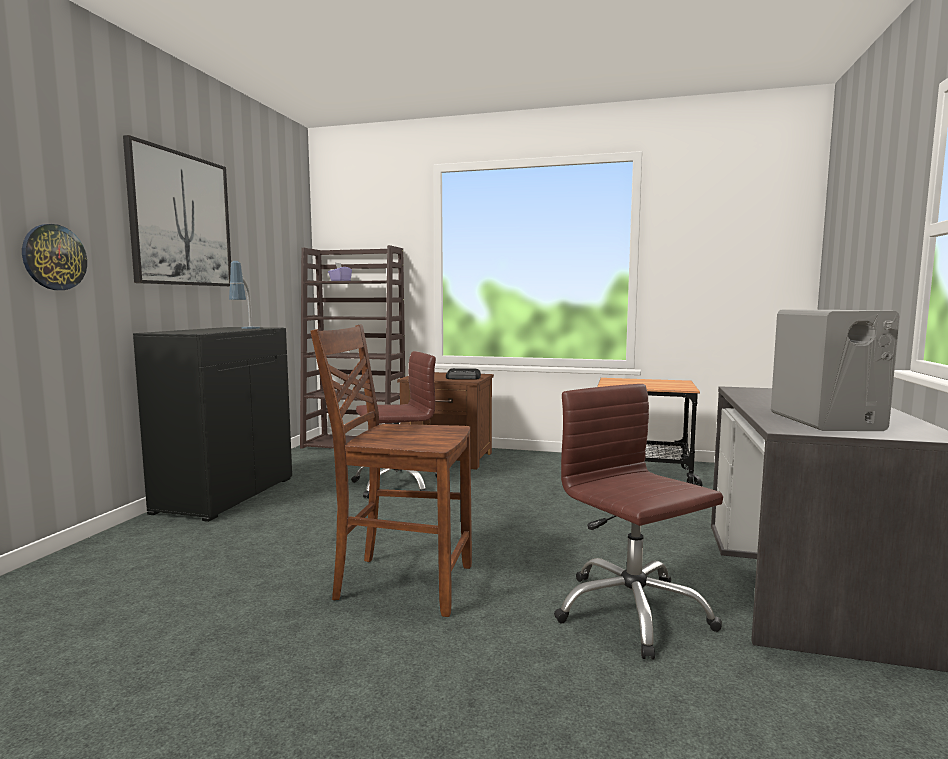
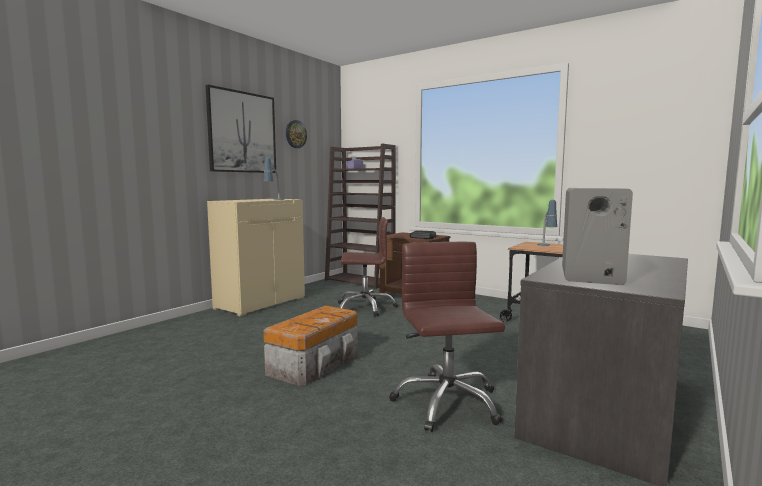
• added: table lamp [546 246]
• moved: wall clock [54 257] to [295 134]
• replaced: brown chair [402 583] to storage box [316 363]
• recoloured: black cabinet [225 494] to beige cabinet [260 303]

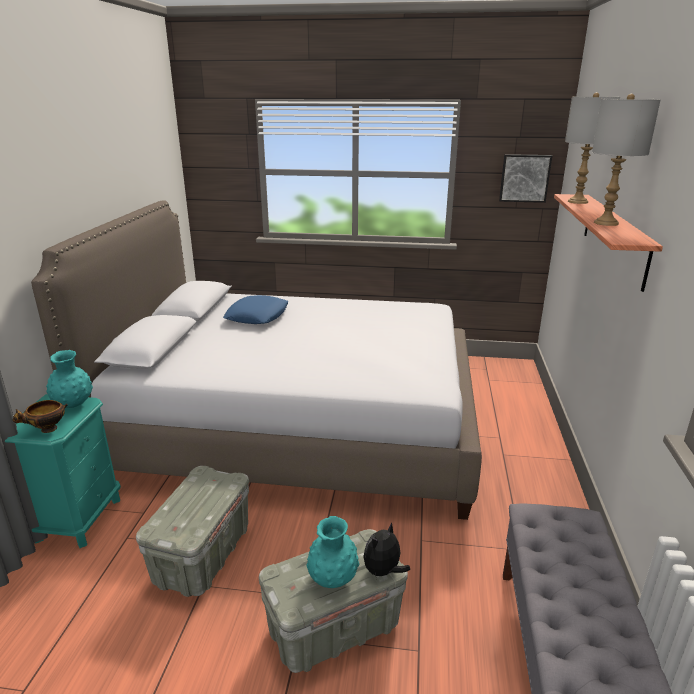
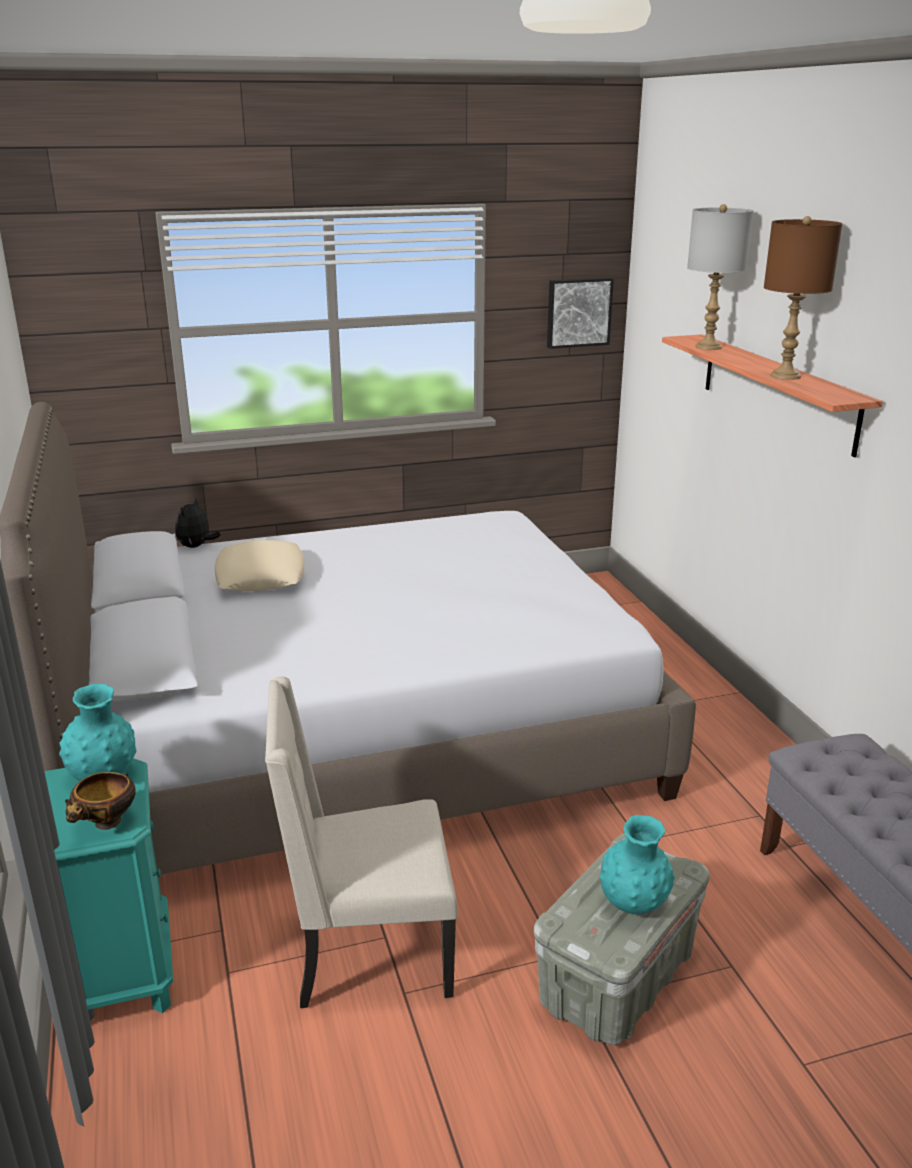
• moved: plush toy [383 571] to [196 546]
• replaced: grey storage box [203 554] to beige chair [367 954]
• recoloured: blue pillow [257 316] to beige pillow [260 576]
• recoloured: grey table lamp [606 223] to brown table lamp [785 376]

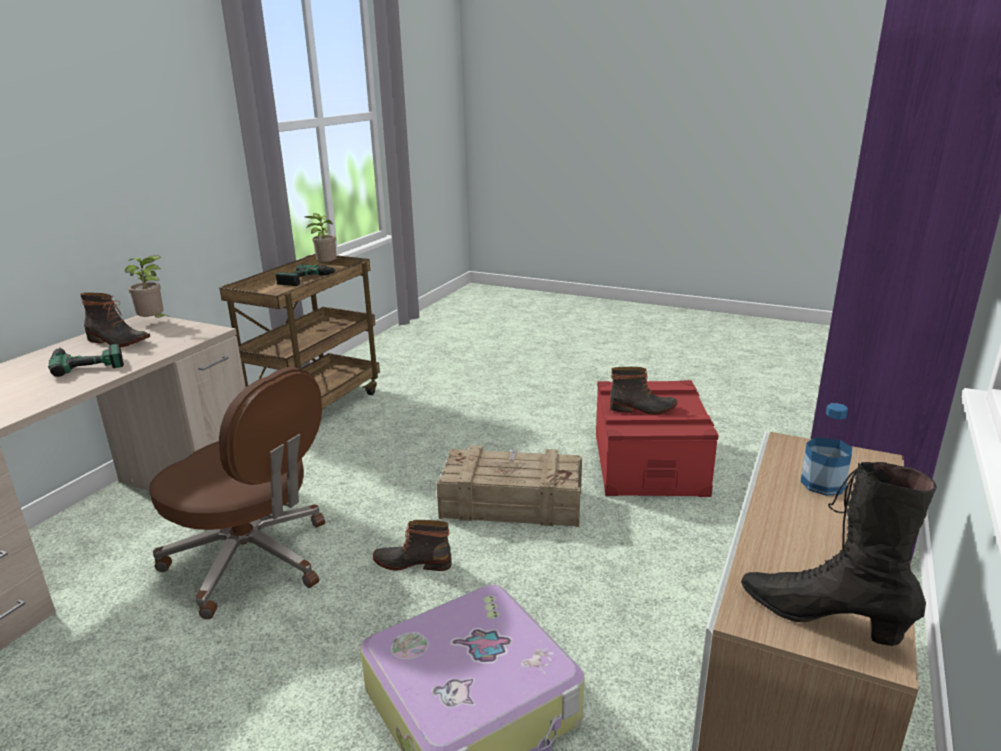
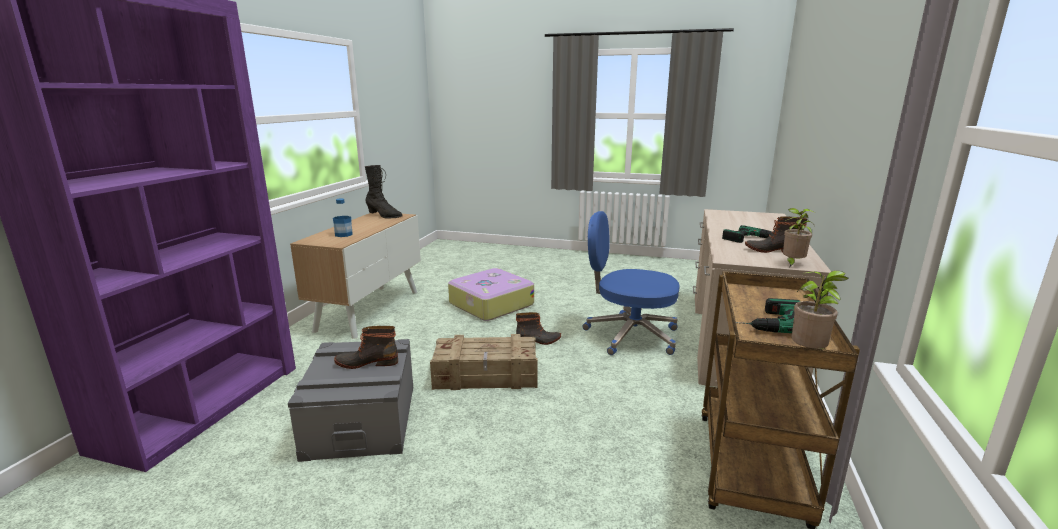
• recoloured: brown office chair [252 561] to blue office chair [629 335]
• recoloured: red storage box [648 463] to grey storage box [362 420]

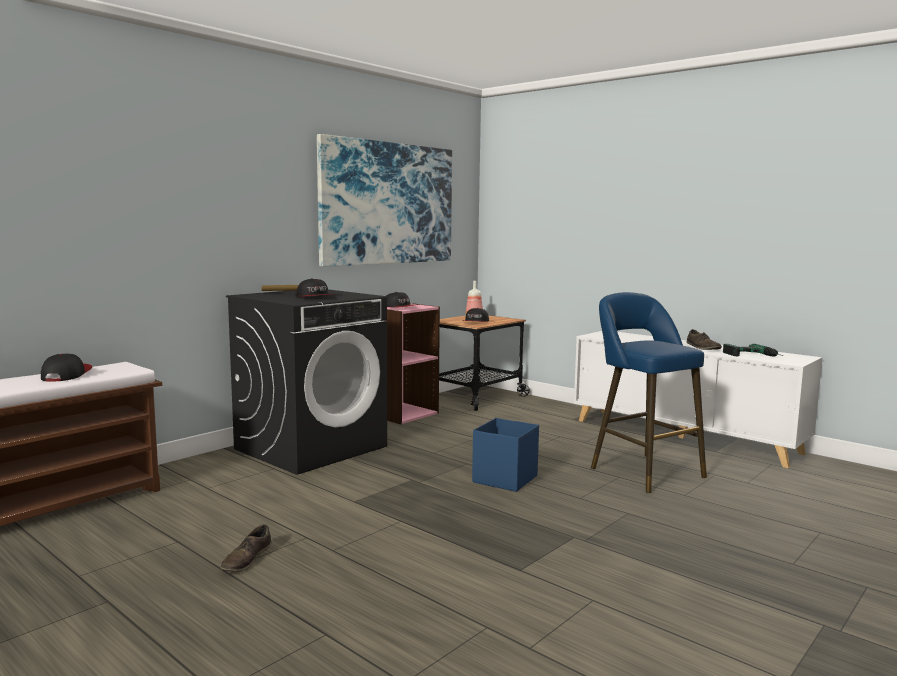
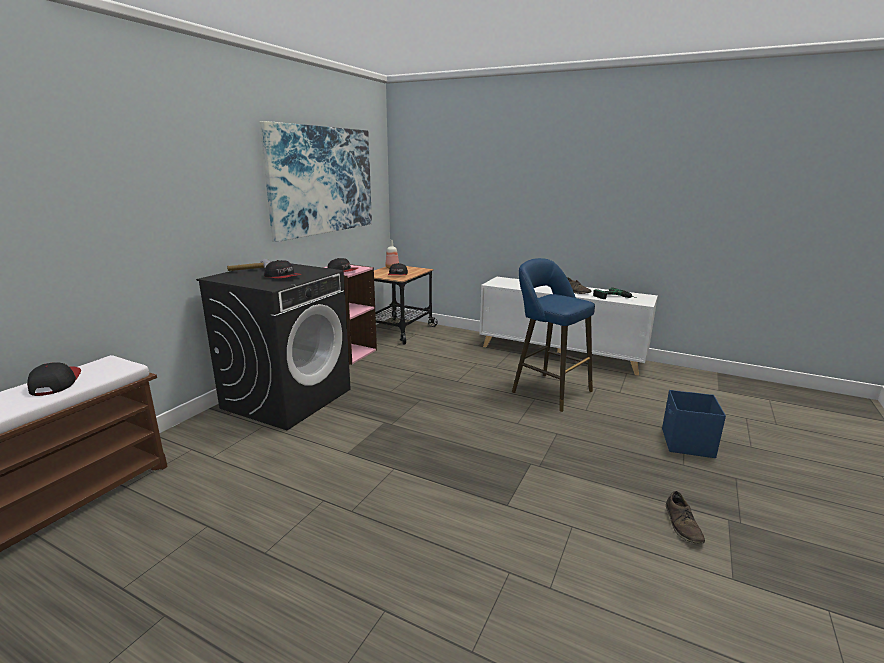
• moved: brown shoe [246 559] to [683 525]
• moved: blue storage box [504 479] to [687 443]

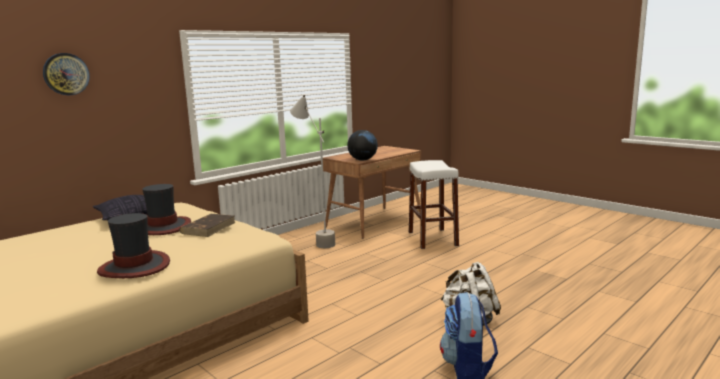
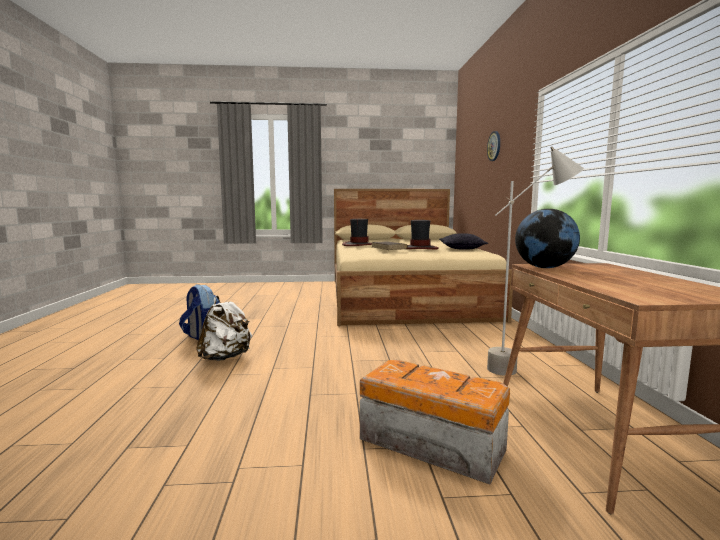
• replaced: white stool [432 239] to storage box [430 442]

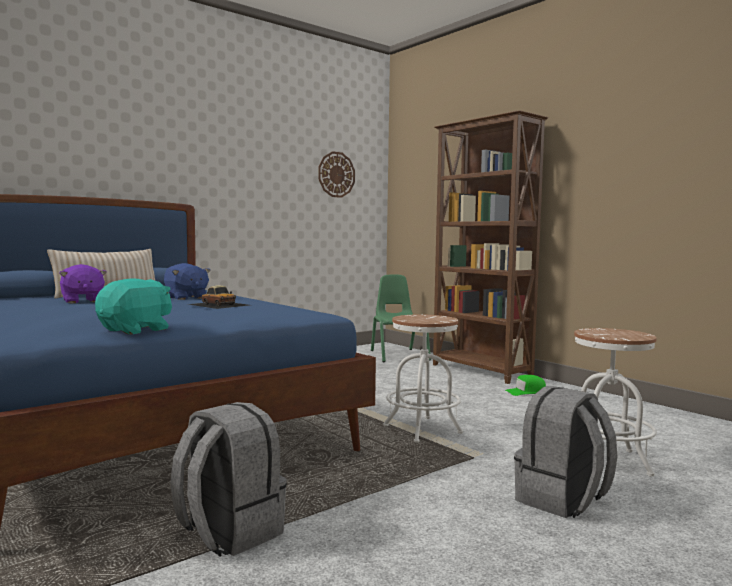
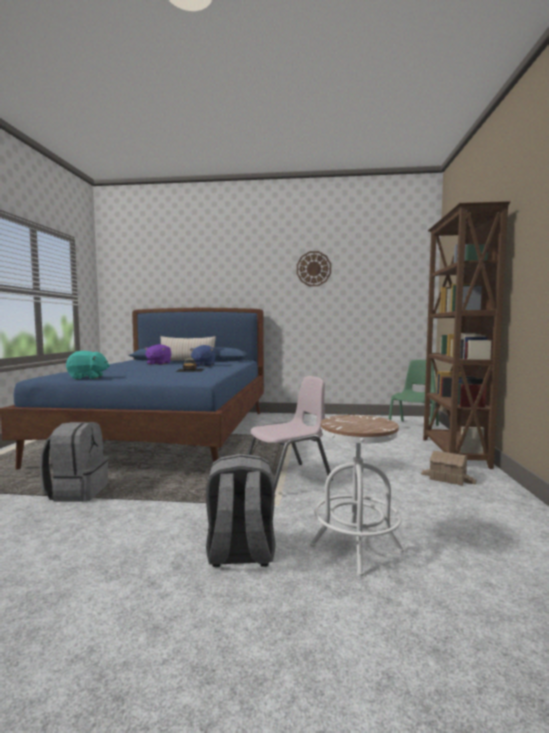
• moved: wall clock [336 174] to [313 269]
• replaced: white stool [422 429] to pink chair [287 478]
• replaced: green cap [526 392] to toy house [447 478]

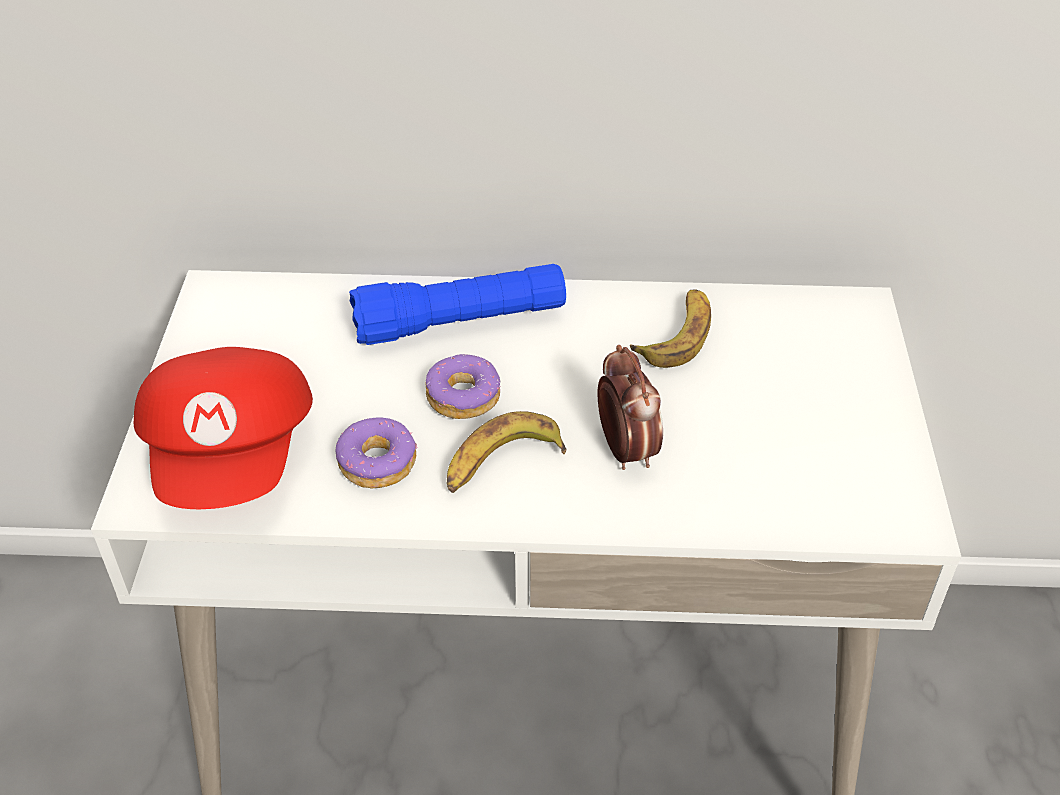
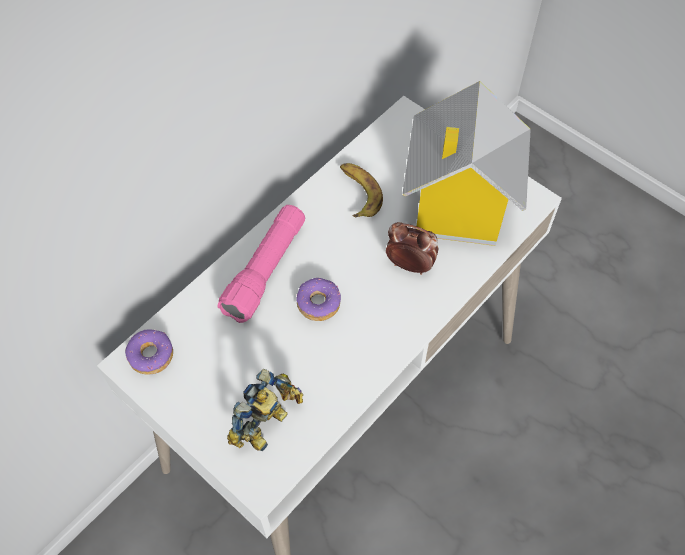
• removed: banana [501 463]
• added: toy house [457 206]
• moved: donut [378 463] to [151 355]
• replaced: red cap [234 455] to toy robot [268 425]
• recoloured: blue flashlight [460 322] to pink flashlight [265 270]

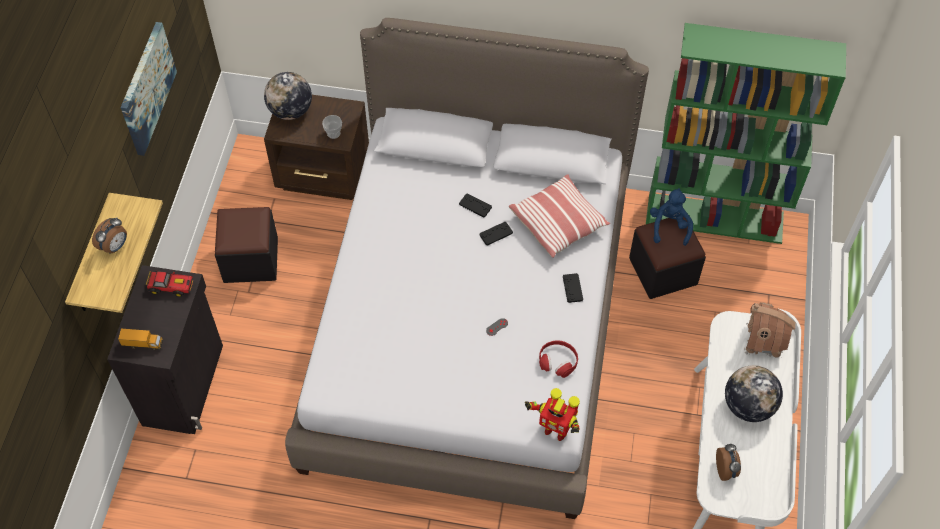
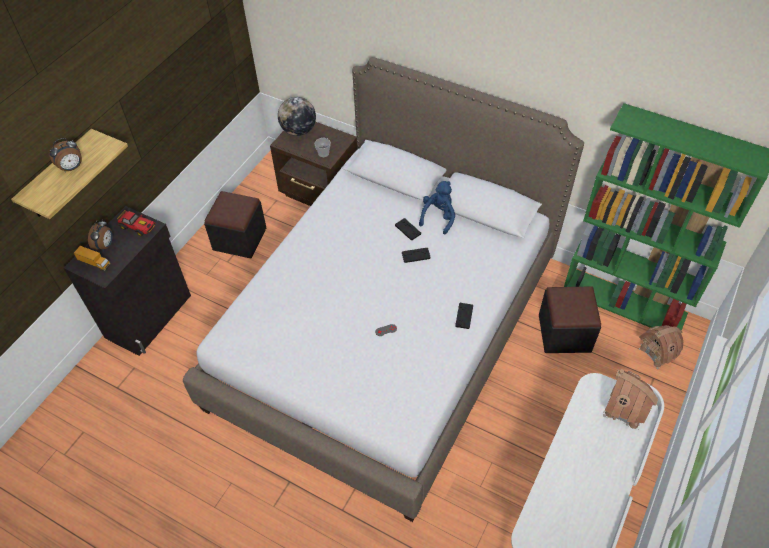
• removed: picture [146 88]
• removed: pillow [558 222]
• removed: toy robot [555 430]
• removed: red headphones [558 361]
• removed: globe [748 406]
• added: toy house [658 352]
• moved: blue plush toy [669 226] to [438 217]
• moved: alarm clock [726 470] to [105 245]

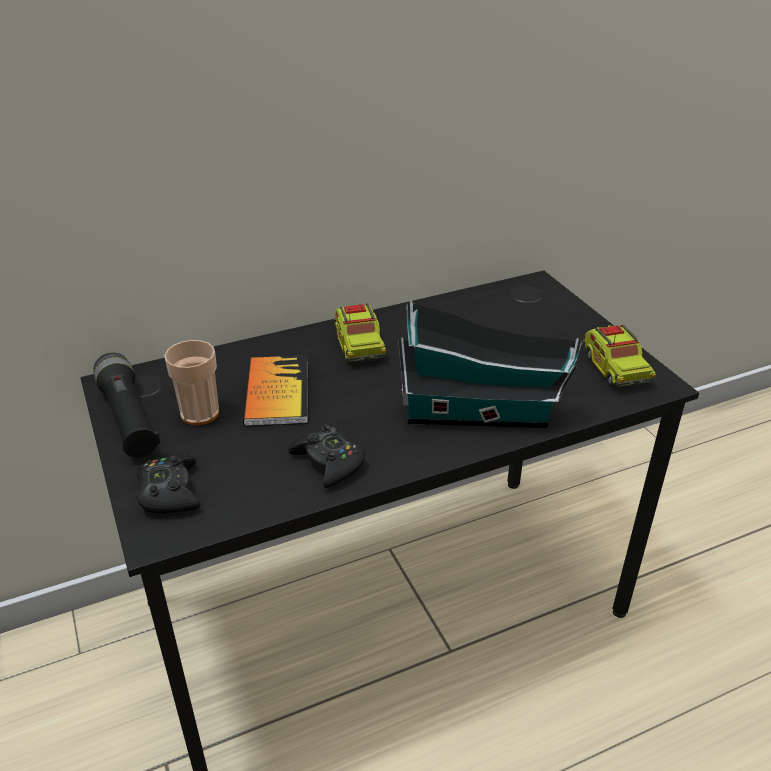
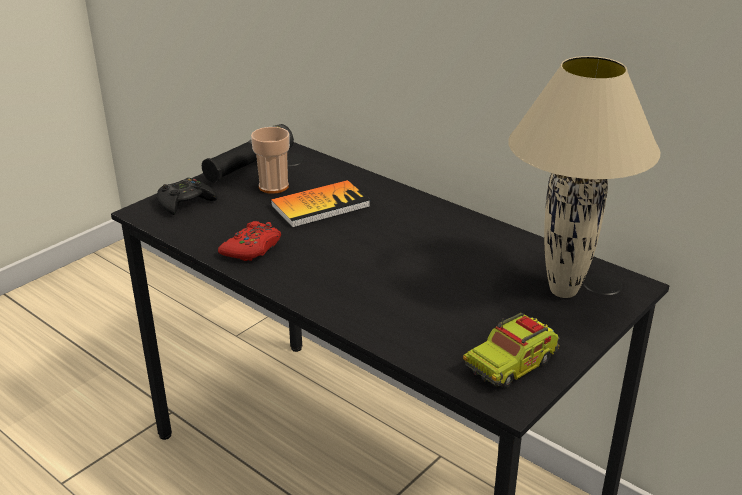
• removed: toy truck [359 345]
• removed: toy house [482 415]
• added: beige table lamp [563 290]
• recoloured: black game controller [329 462] to red game controller [252 248]

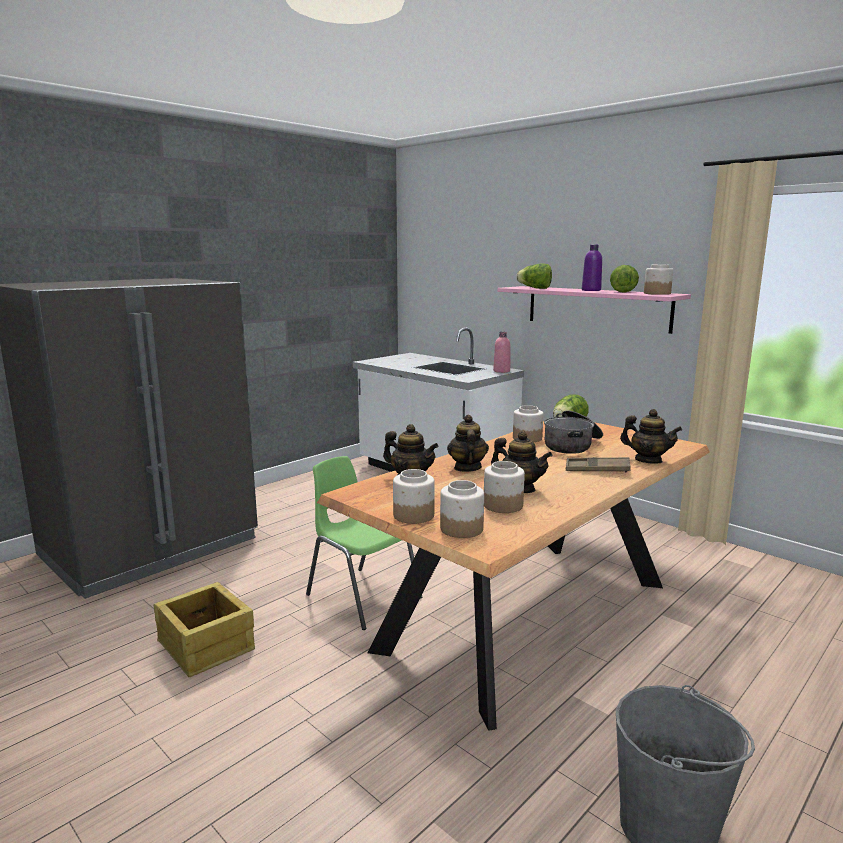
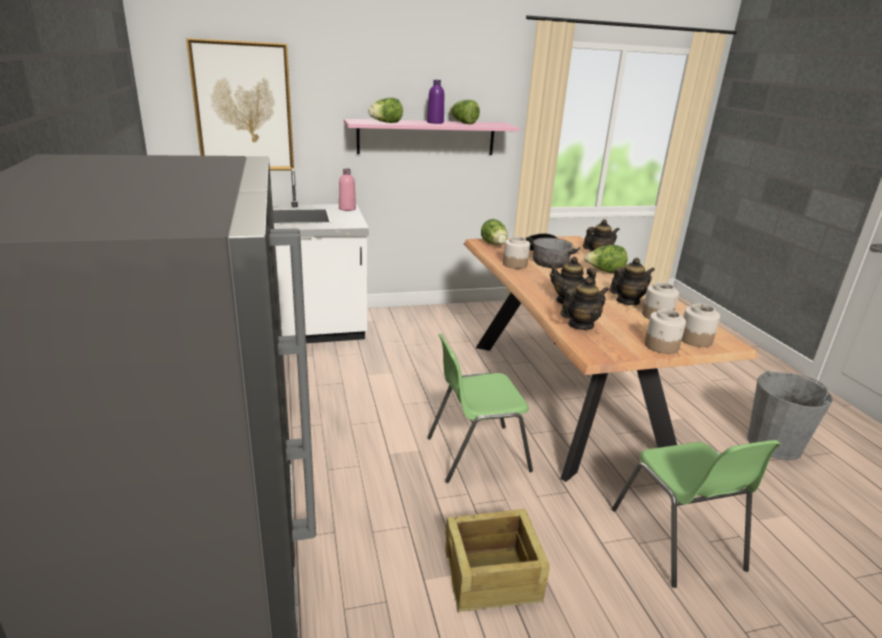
• removed: jar [656 293]
• added: picture [243 107]
• added: green chair [677 540]
• replaced: brown tray [597 469] to lettuce [604 272]

